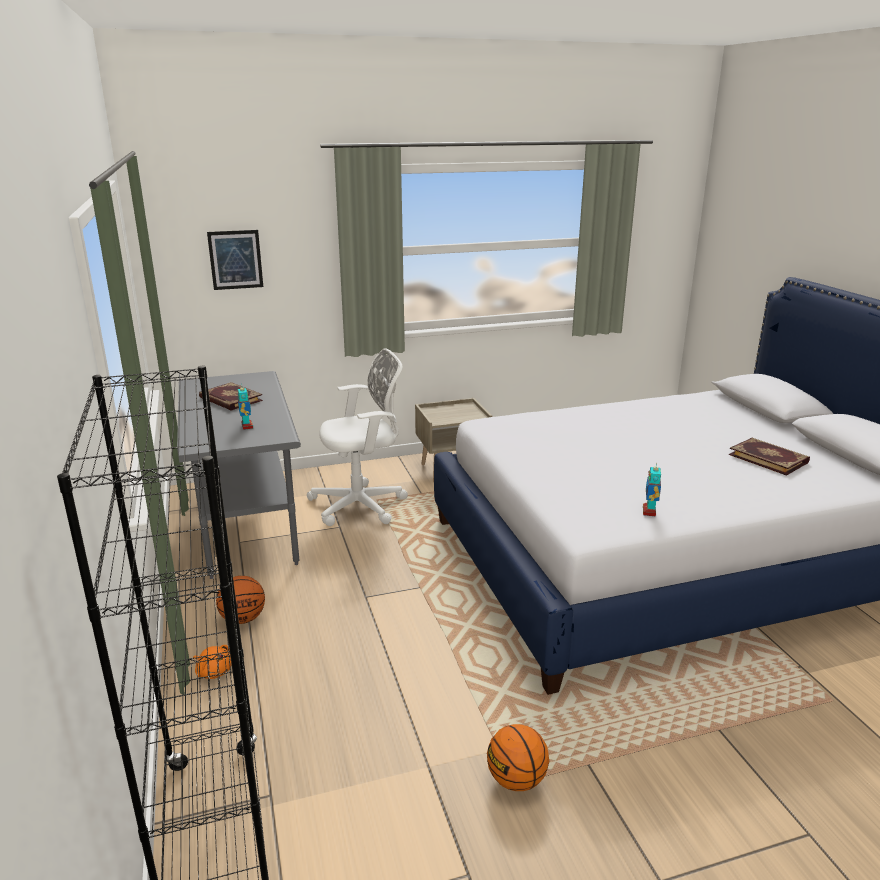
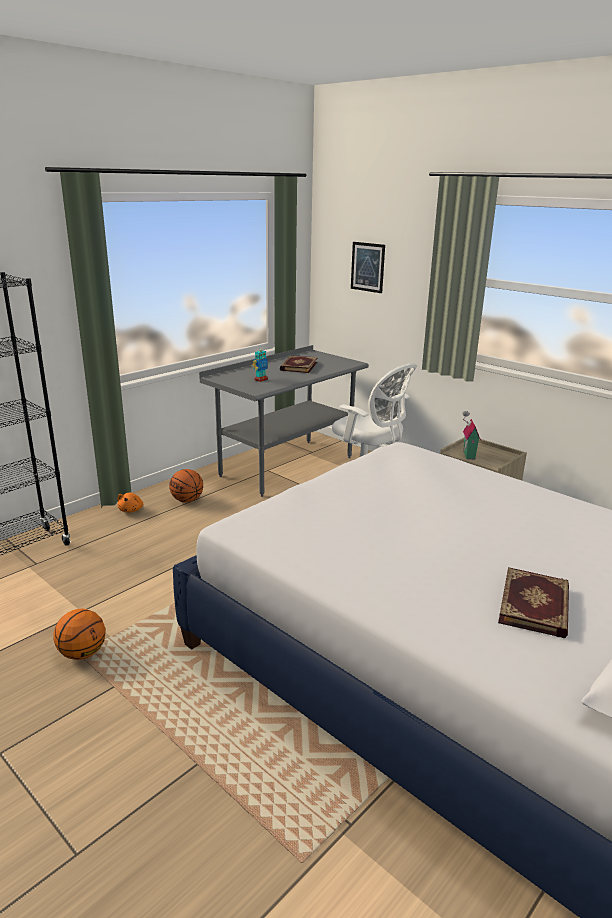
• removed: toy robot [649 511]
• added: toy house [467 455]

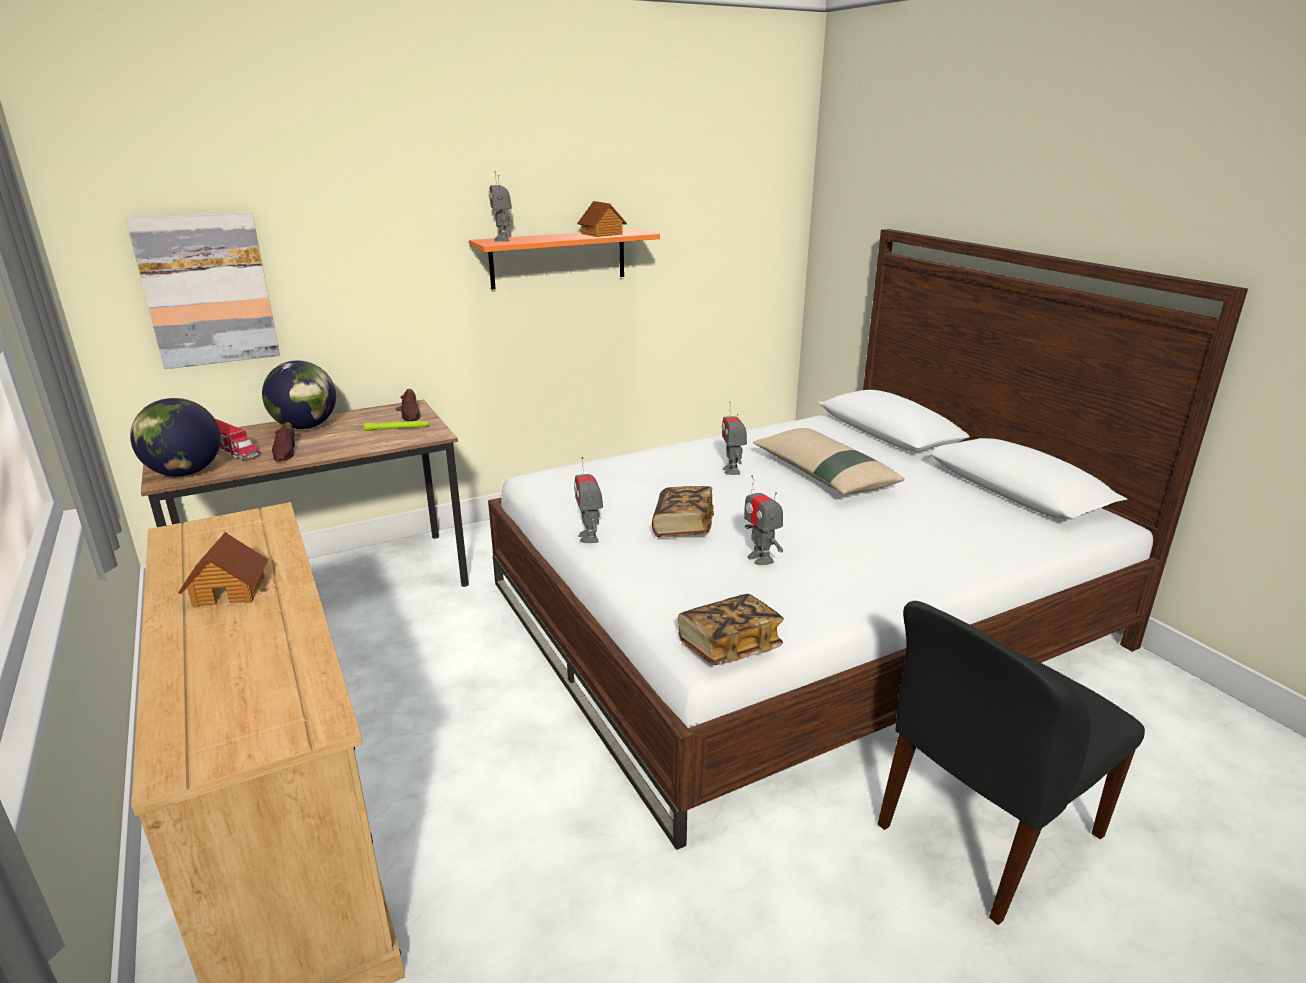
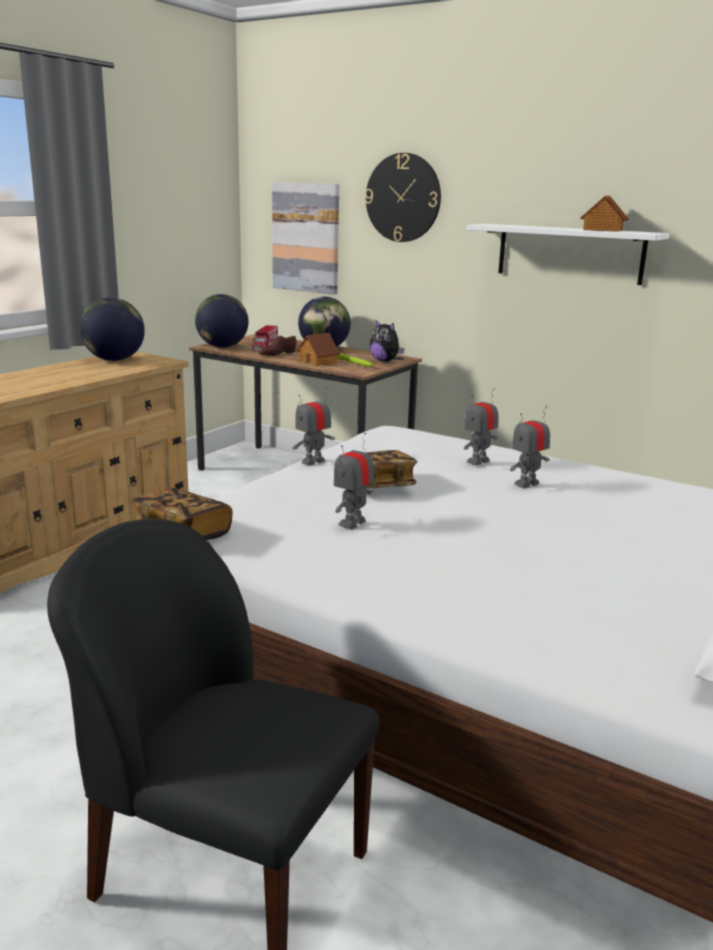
• removed: beige pillow [823 474]
• added: globe [114 360]
• added: wall clock [403 198]
• moved: toy house [230 590] to [318 361]
• moved: toy robot [502 240] to [478 461]
• replaced: brown shoe [410 415] to plush toy [385 361]
• recoloured: orange shelf [558 258] to white shelf [569 253]

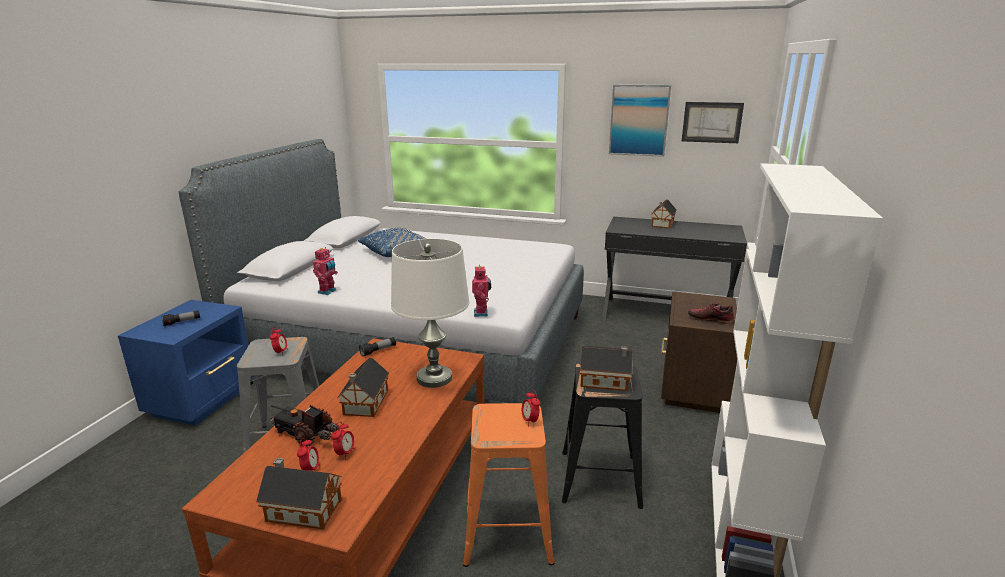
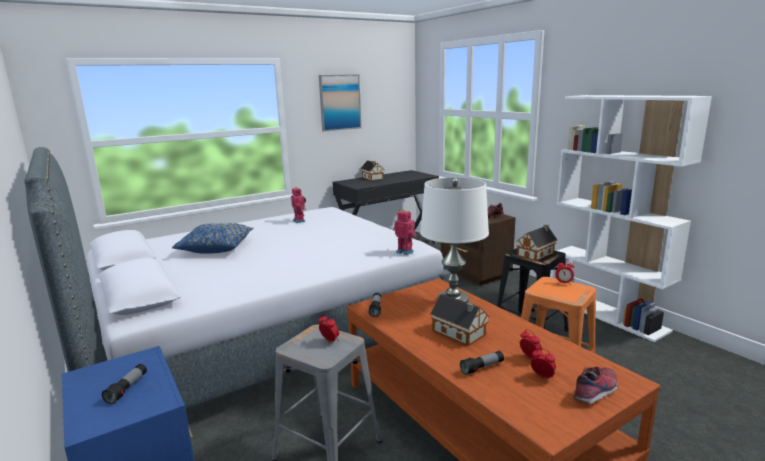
• removed: picture [711 122]
• moved: toy robot [328 291] to [300 221]
• replaced: toy house [301 509] to shoe [596 392]
• replaced: toy truck [306 434] to flashlight [482 368]

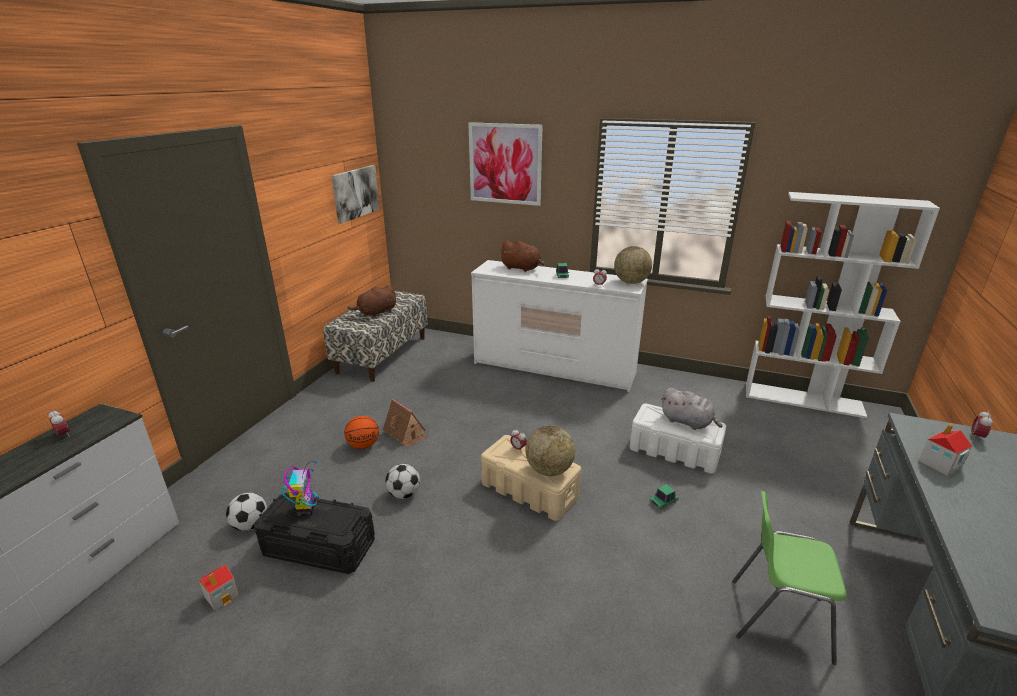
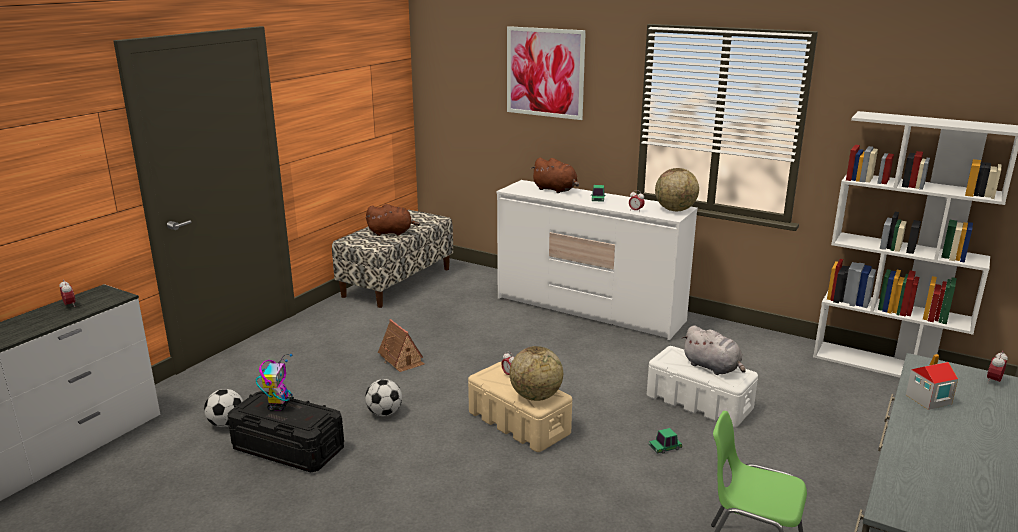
• removed: toy house [222 595]
• removed: picture [355 193]
• removed: basketball [364 445]
• turned: brown plush toy [376 313] = [392 233] 150 degrees counterclockwise

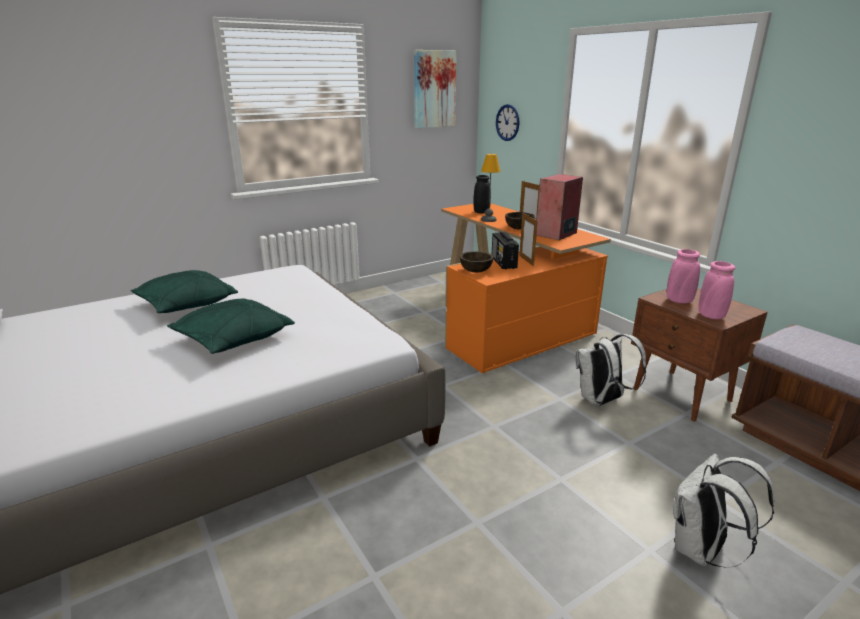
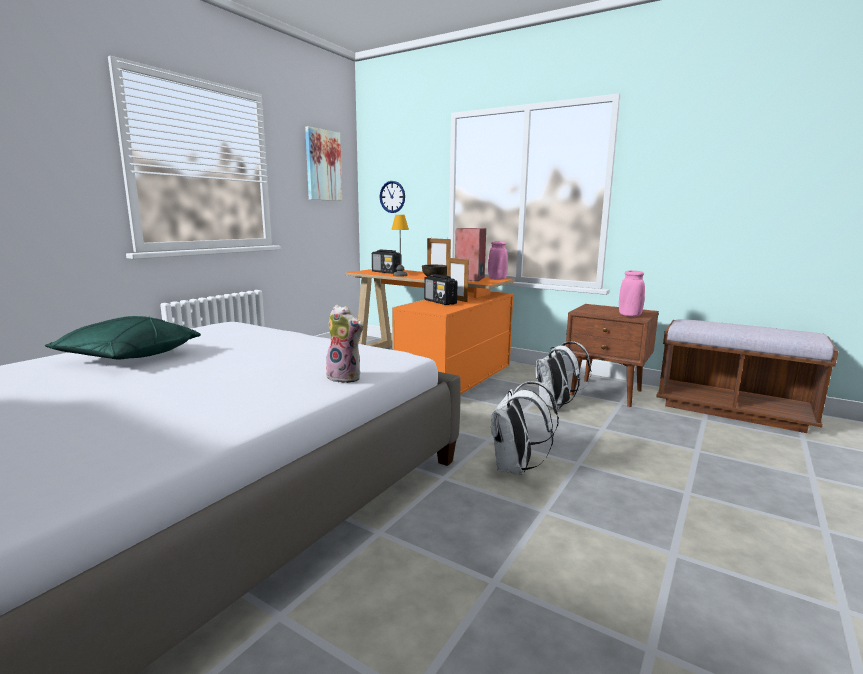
• removed: green pillow [233 340]
• removed: brown bowl [475 271]
• added: plush toy [346 377]
• moved: pink vase [679 301] to [497 279]
• moved: white backpack [701 550] to [516 468]
• replaced: black vase [481 212] to radio [386 272]

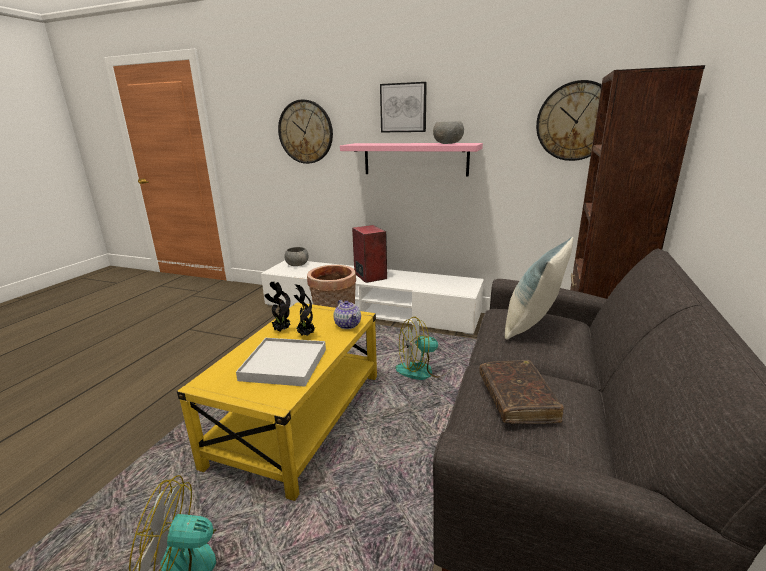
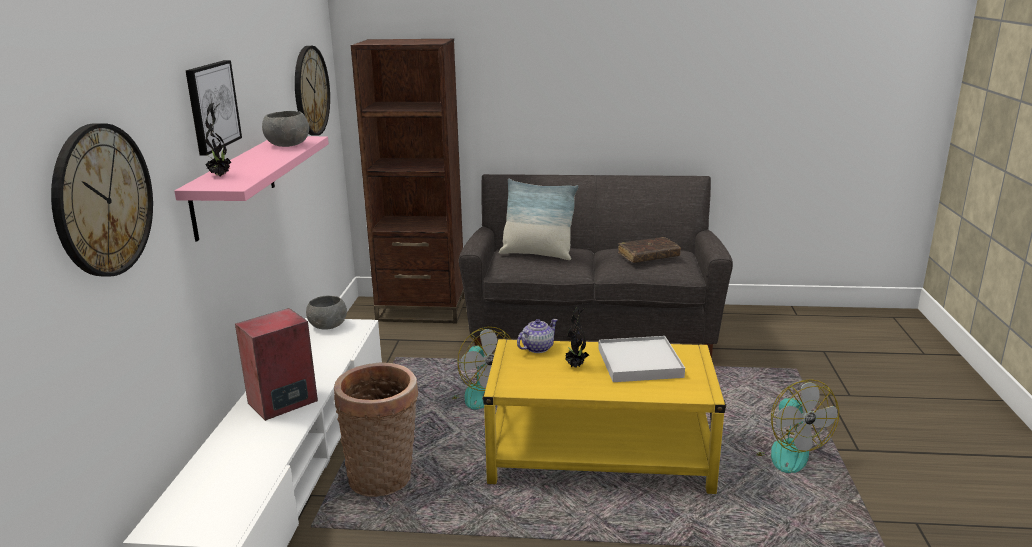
• moved: potted plant [281 330] to [220 176]
• moved: grey bowl [297 265] to [328 326]

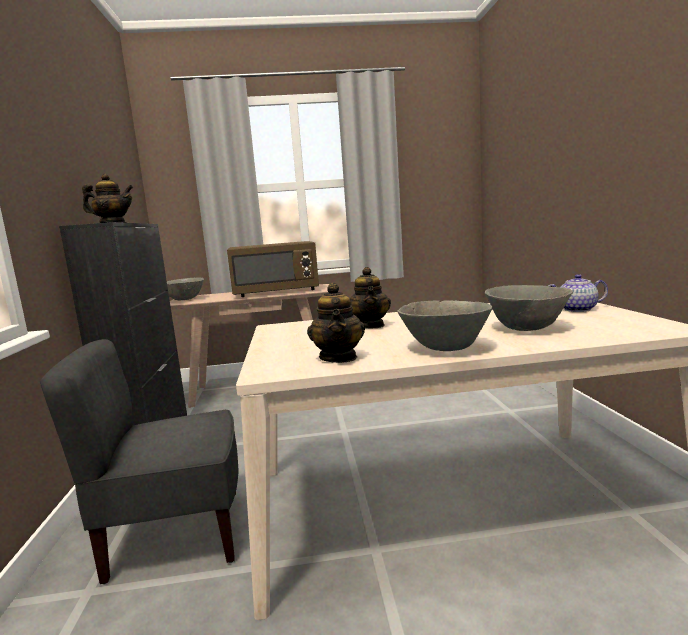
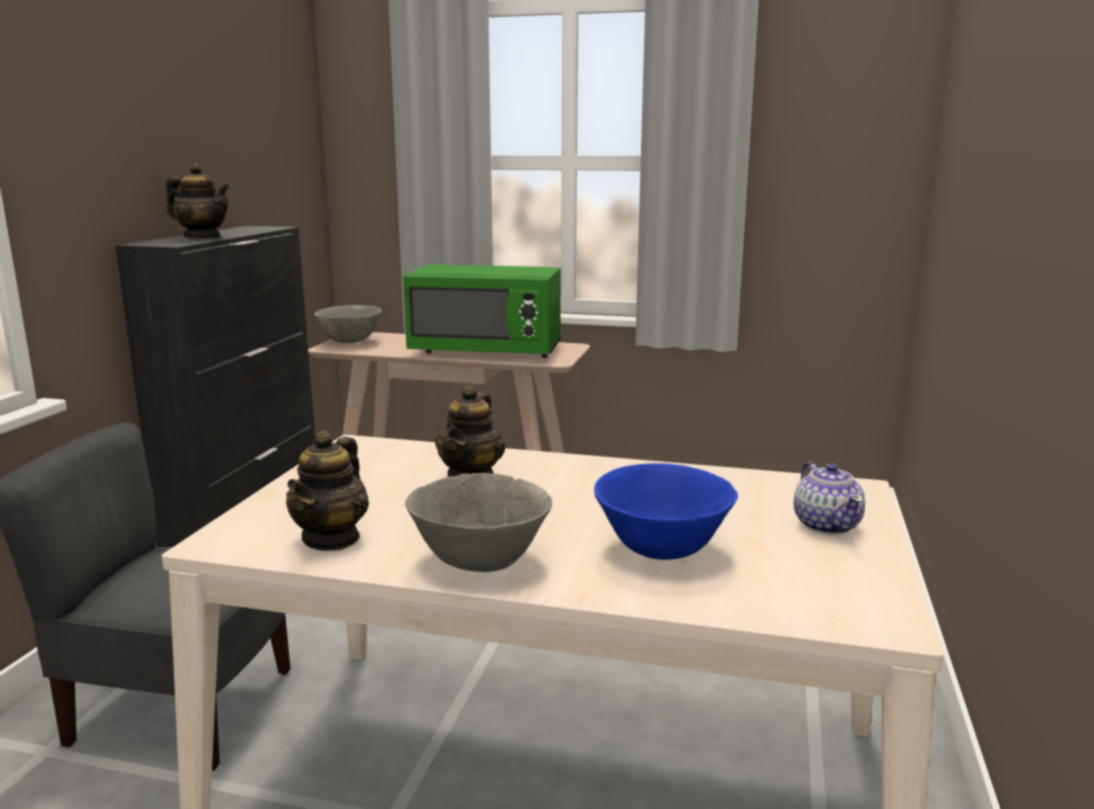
• recoloured: brown microwave [276 292] to green microwave [487 351]
• recoloured: grey bowl [526 328] to blue bowl [663 550]
• turned: teapot [578 309] = [827 525] 120 degrees counterclockwise

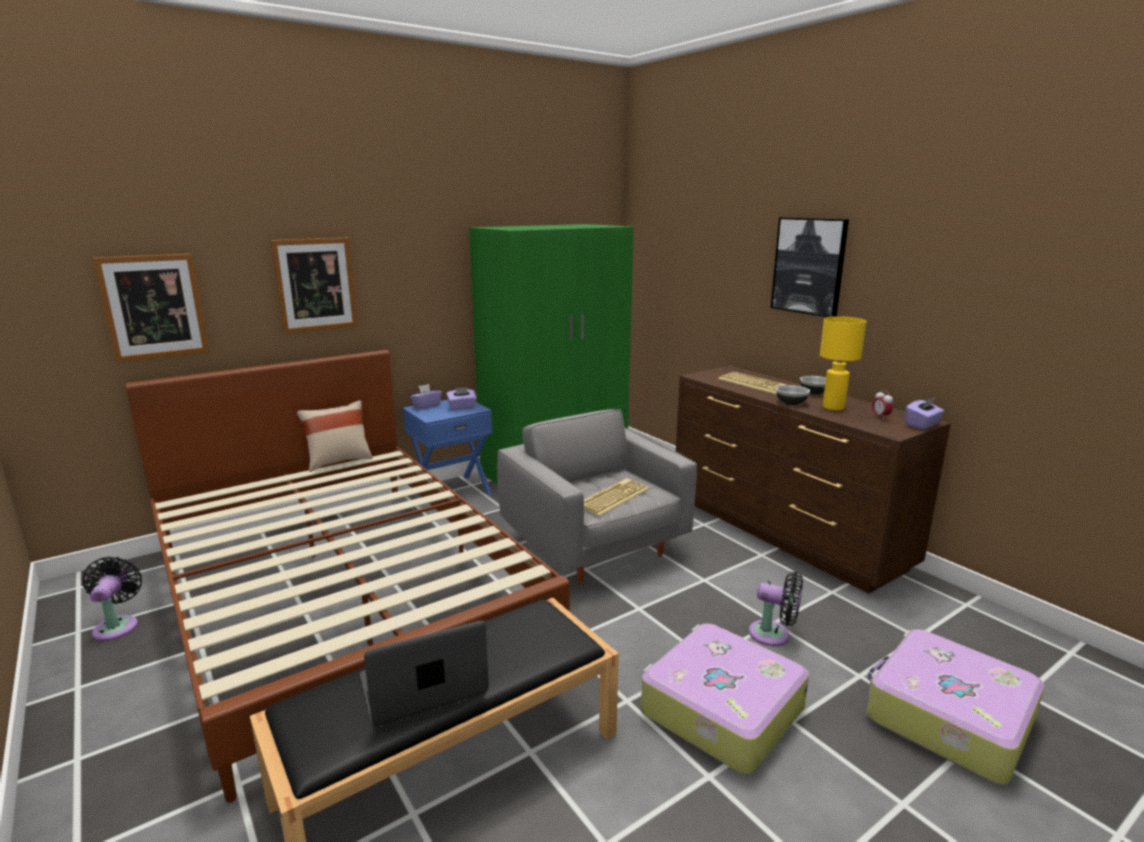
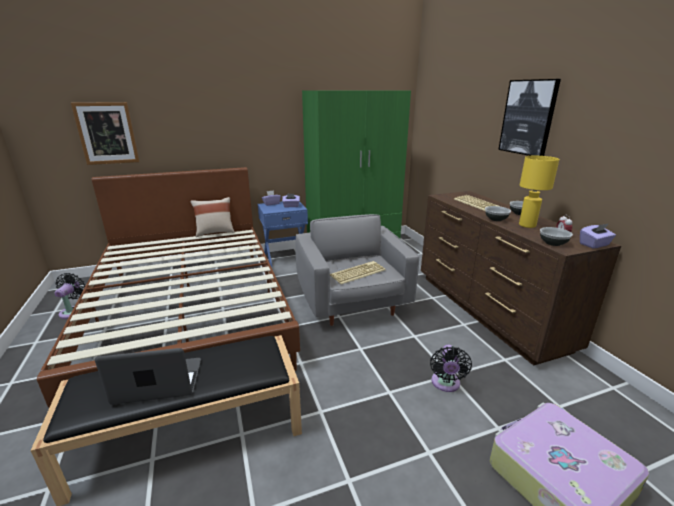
• removed: picture [315 285]
• removed: suitcase [720 710]
• added: bowl [553 243]
• turned: black fan [773 635] = [445 384] 60 degrees clockwise

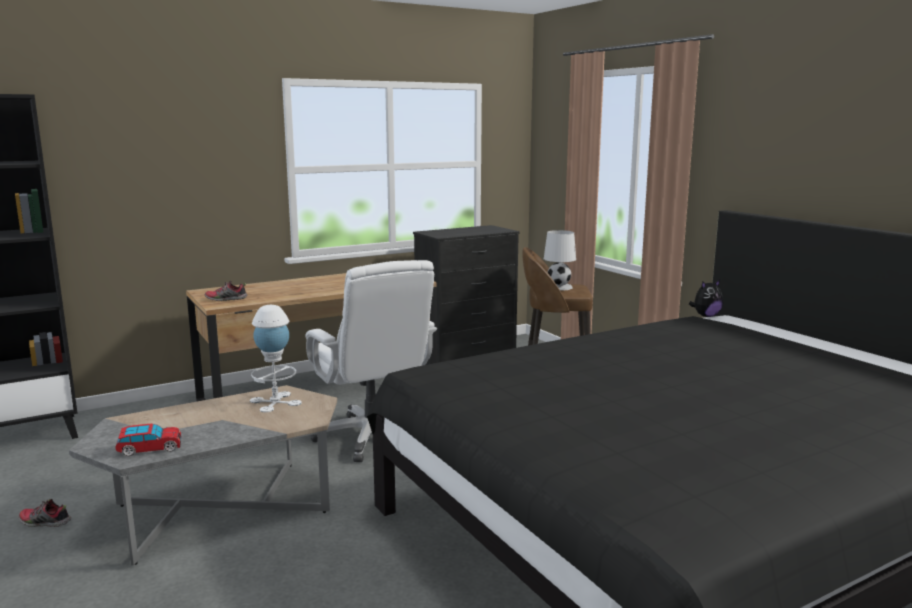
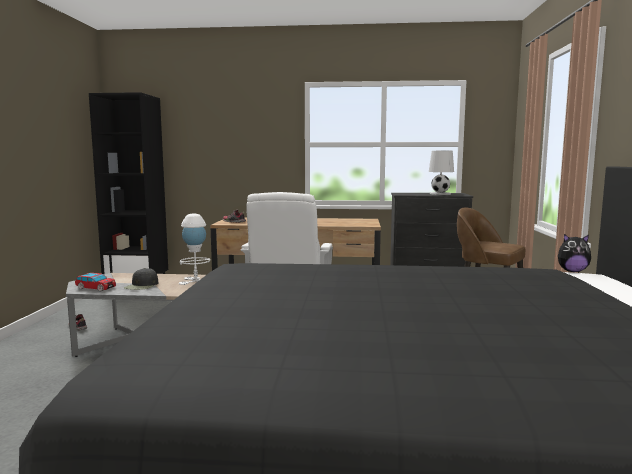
• added: black cap [142 285]
• moved: white table lamp [558 287] to [440 194]

